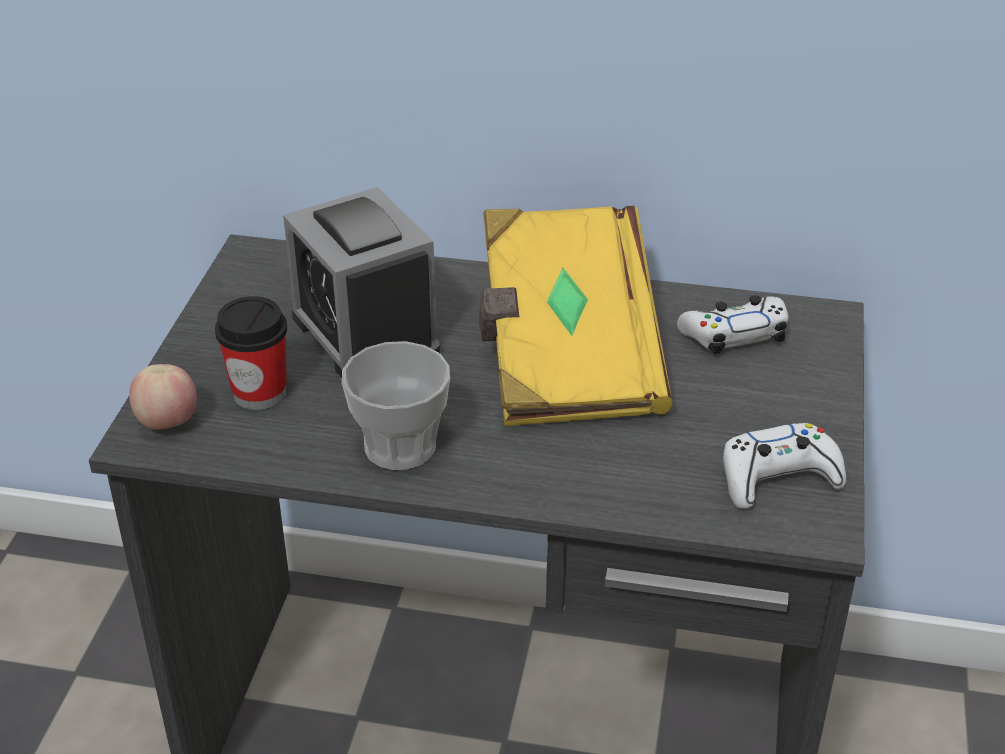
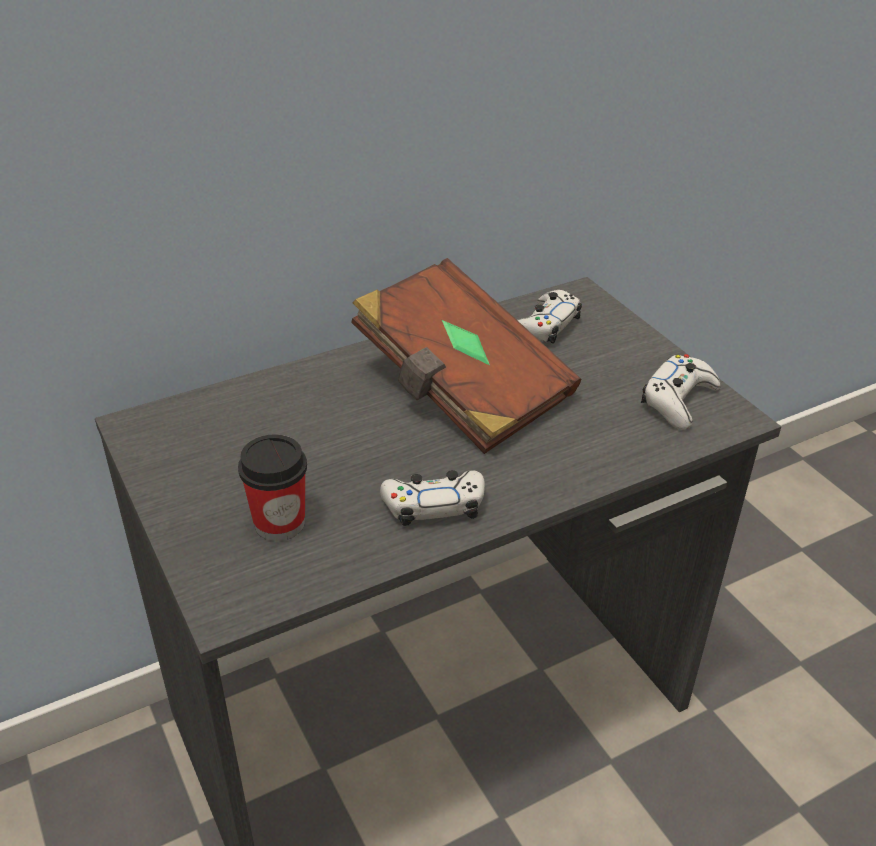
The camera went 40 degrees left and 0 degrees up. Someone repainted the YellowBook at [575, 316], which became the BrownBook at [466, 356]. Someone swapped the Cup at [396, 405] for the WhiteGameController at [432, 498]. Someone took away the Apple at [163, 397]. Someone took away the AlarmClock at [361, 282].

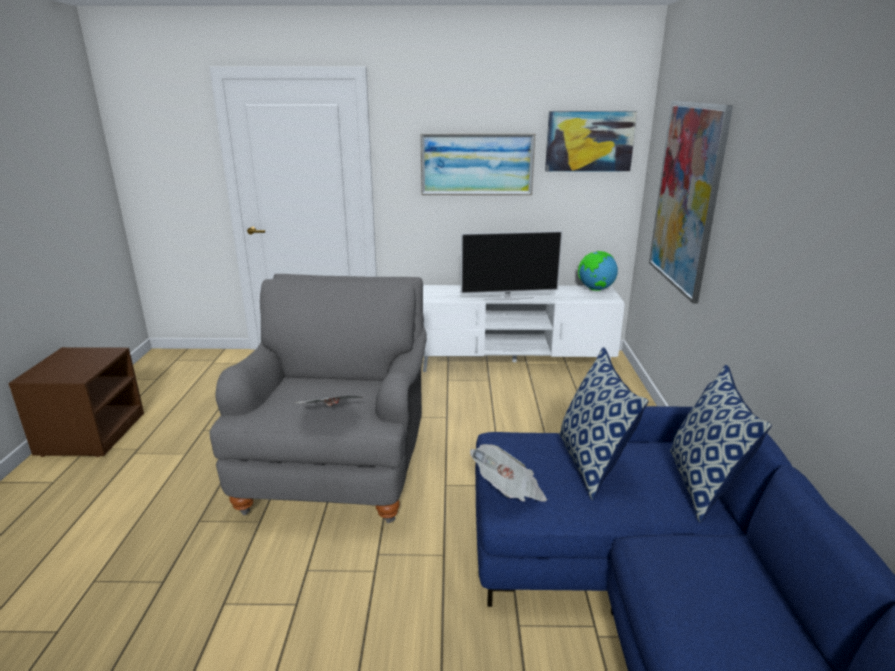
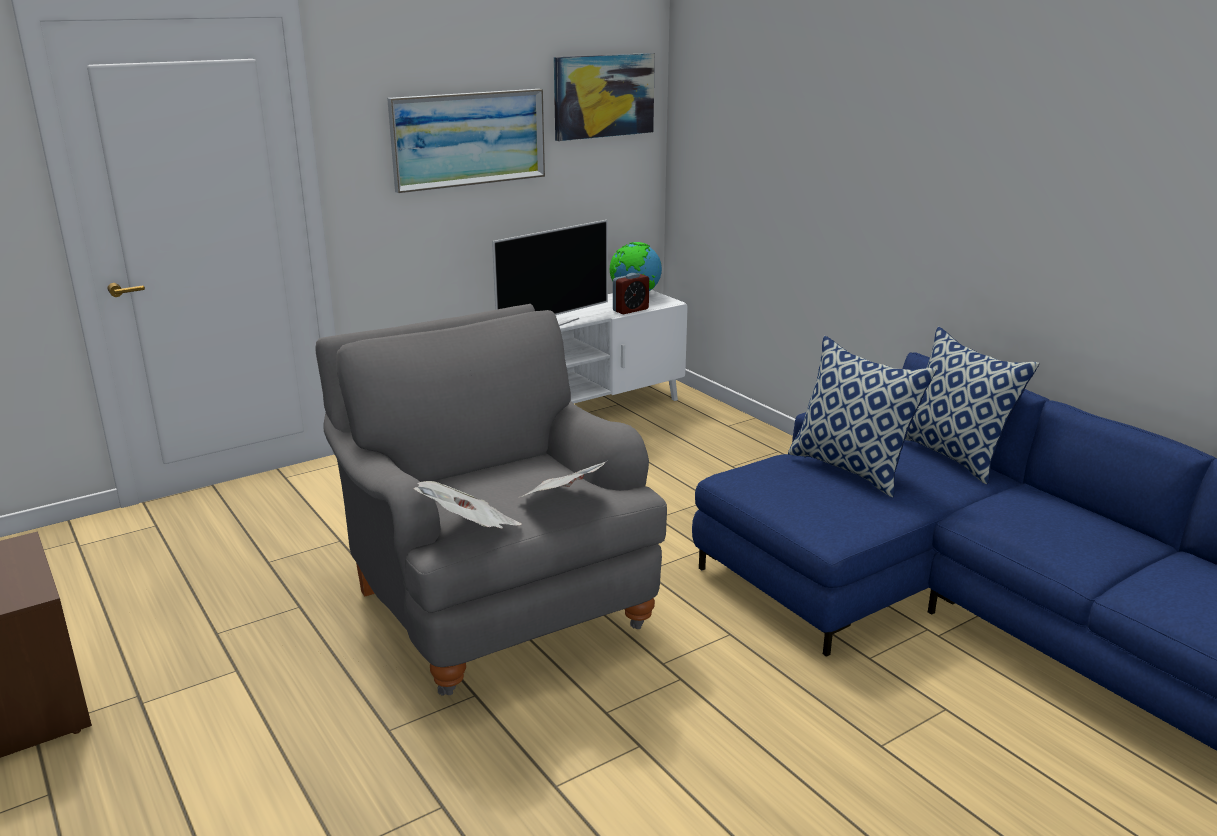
The camera went 35 degrees left and 0 degrees up. Someone carried the Newspaper from [508, 473] to [467, 504]. Someone put down the AlarmClock at [631, 293]. Someone took away the Picture at [691, 202].

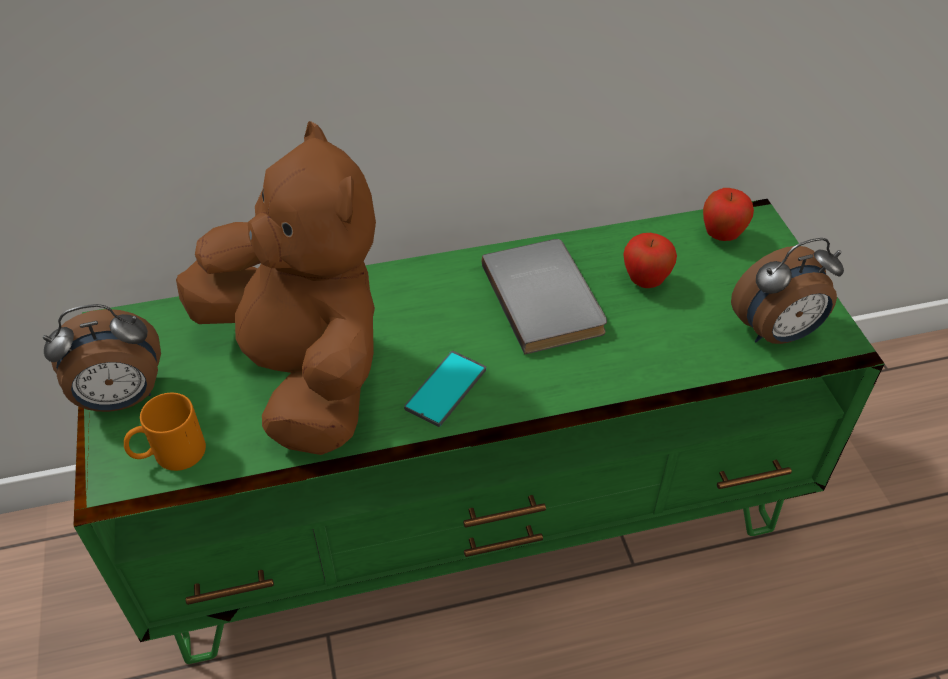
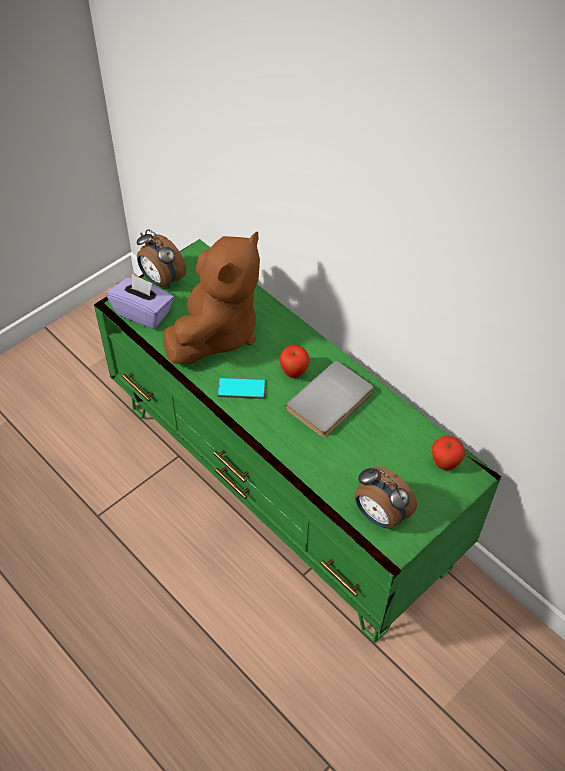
The camera went 60 degrees right and 5 degrees up. Someone swapped the OrangeMug at [165, 432] for the PurpleTissueBox at [140, 301]. Someone carried the Apple from [650, 260] to [295, 361].

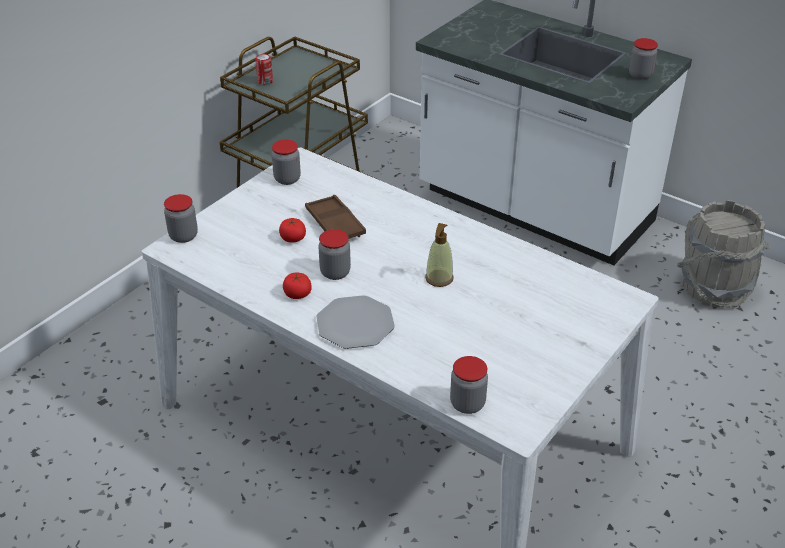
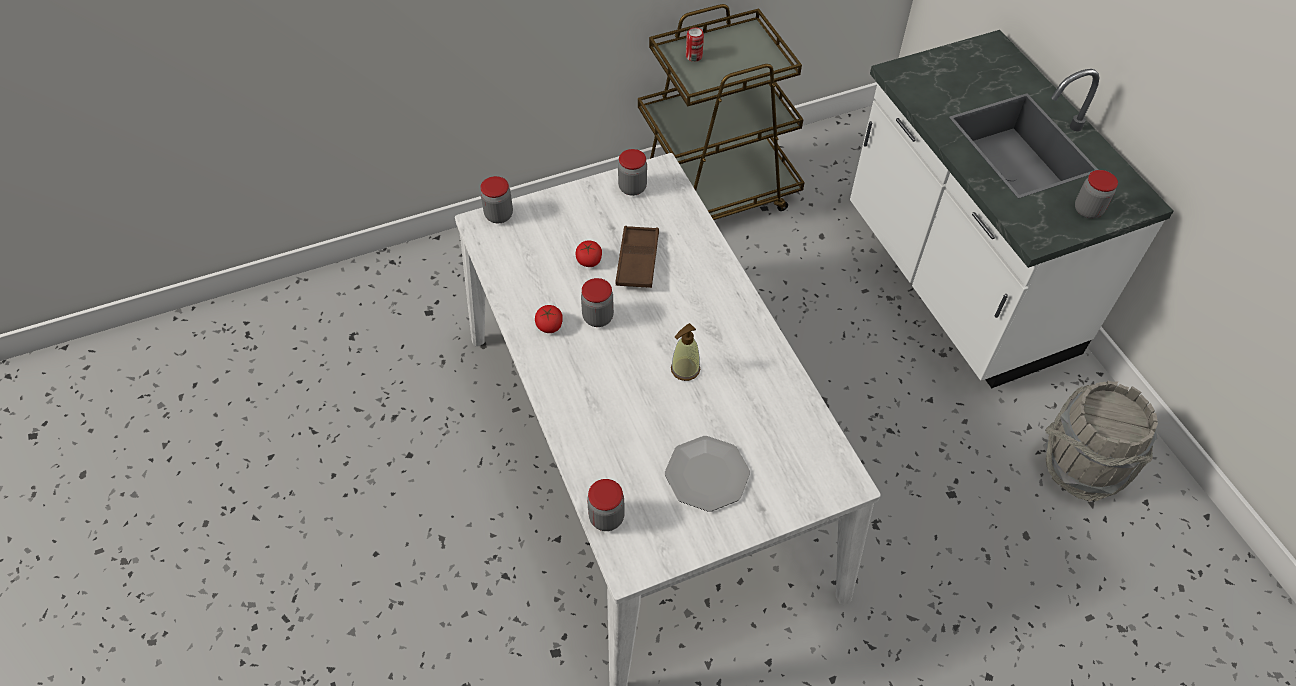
The camera went 30 degrees right and 15 degrees up. Someone carried the Plate from [355, 322] to [707, 474].

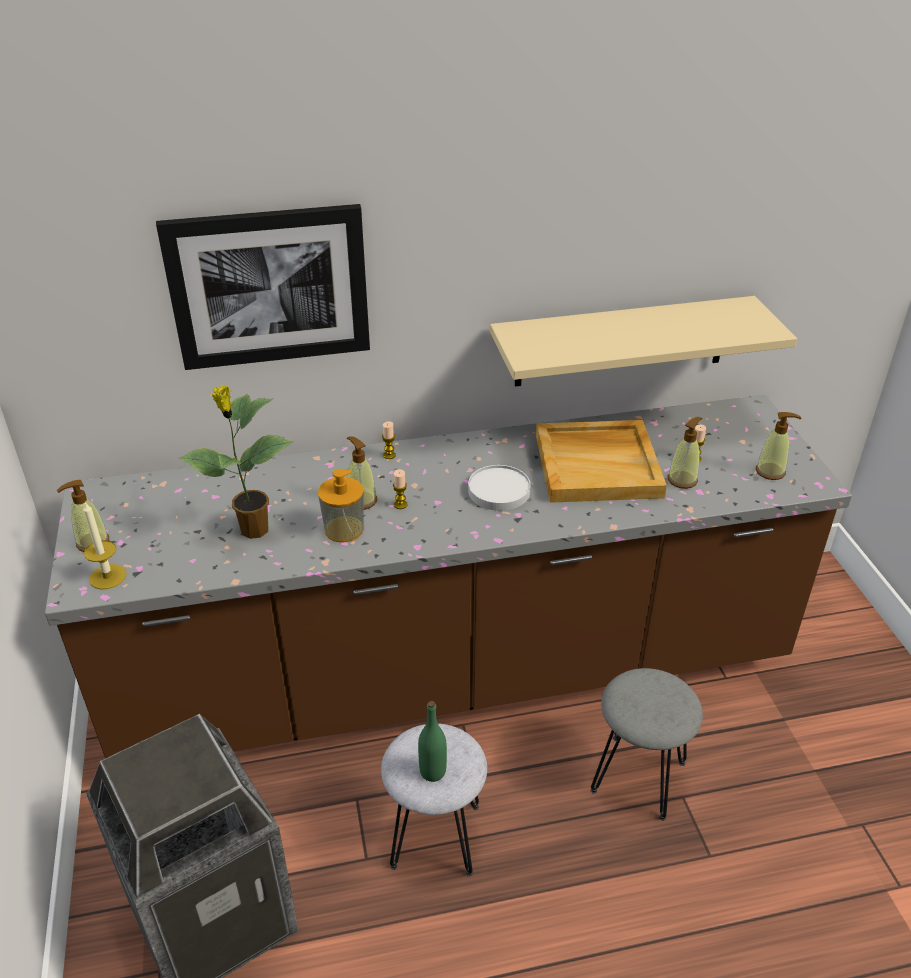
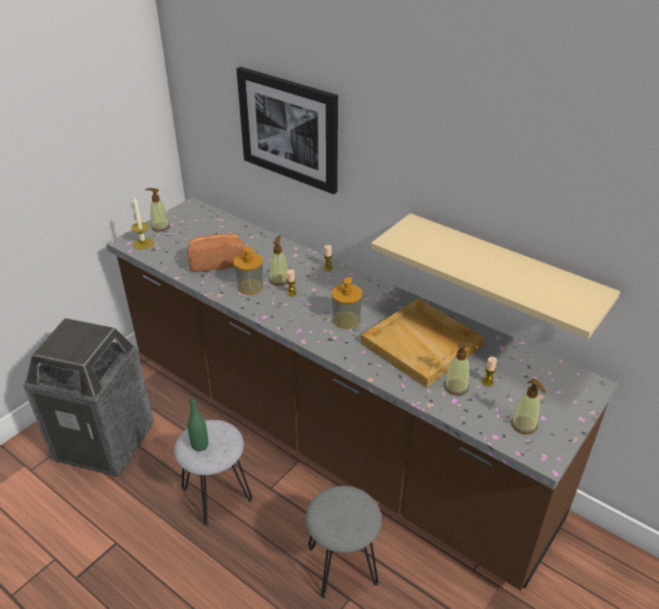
The camera went 50 degrees right and 0 degrees up. Someone swapped the PottedPlant at [236, 462] for the Bread at [216, 252]. Someone swapped the WhitePlate at [499, 488] for the SoapDispenser at [347, 303].

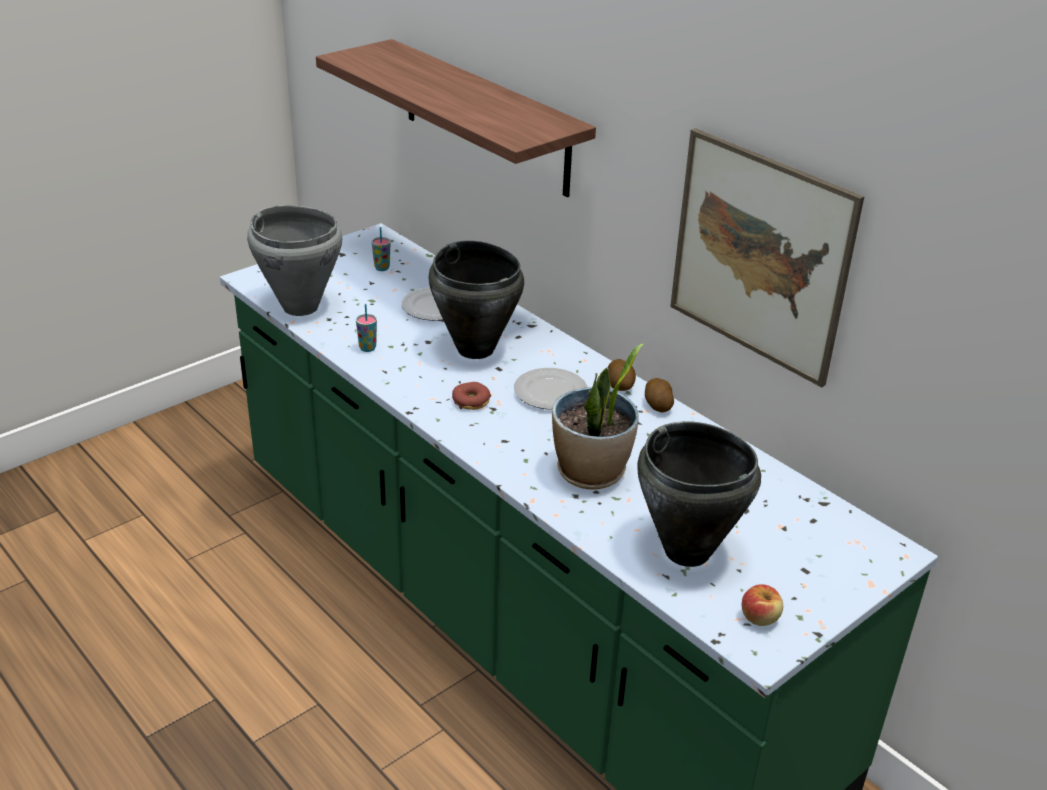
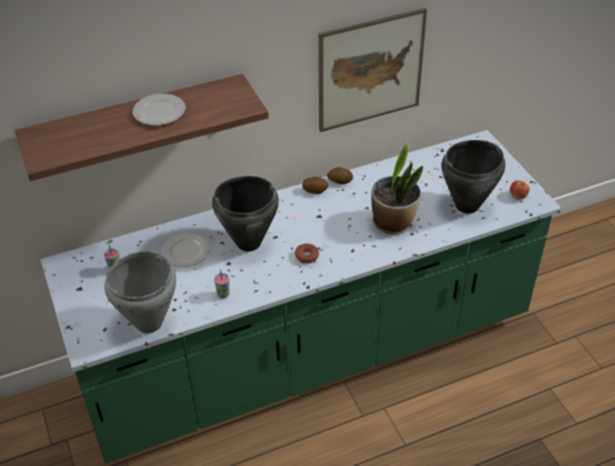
The camera went 70 degrees left and 10 degrees up. Someone carried the Plate from [551, 389] to [159, 110].

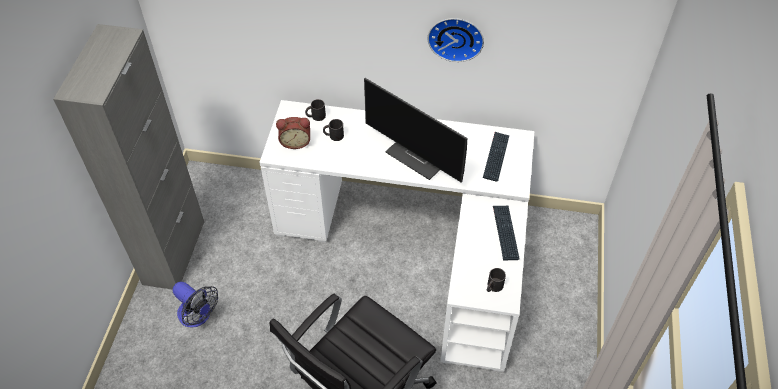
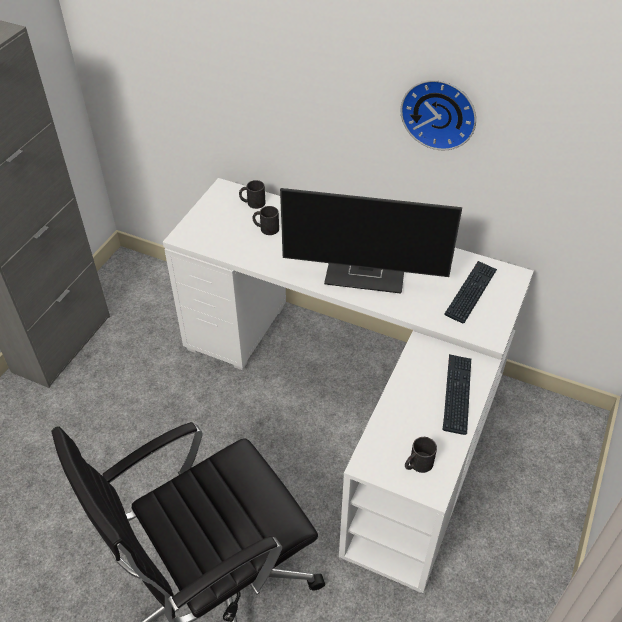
The camera went 15 degrees right and 5 degrees down. Someone rotated the Monitor at [415, 130] by 45 degrees counterclockwise. Someone took away the Fan at [195, 305]. Someone took away the AlarmClock at [293, 133].

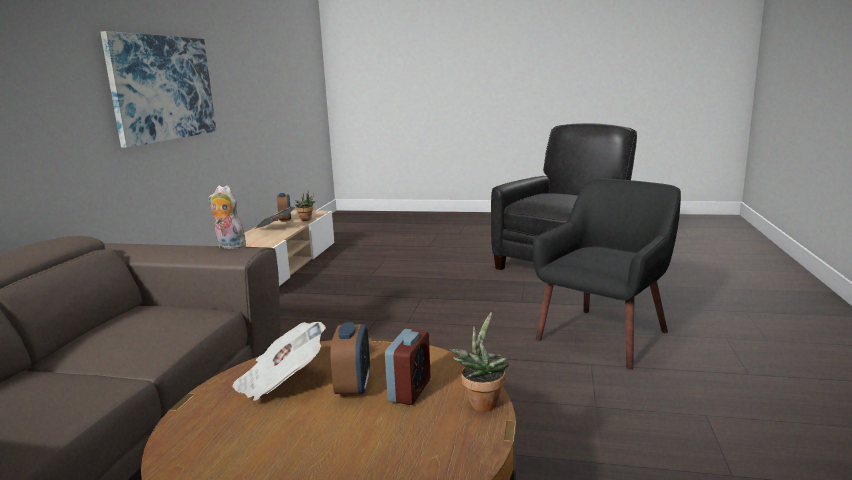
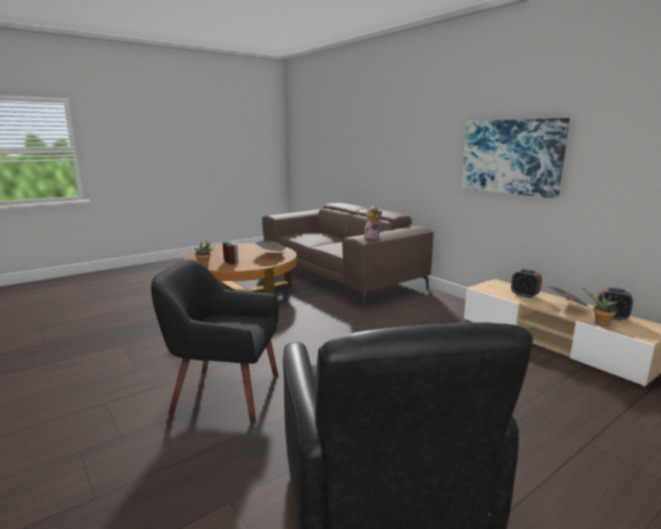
The camera went 130 degrees right and 0 degrees up. Someone rotated the BlackArmchair at [606, 273] by 105 degrees clockwise. Someone carried the AlarmClock from [350, 359] to [526, 283].

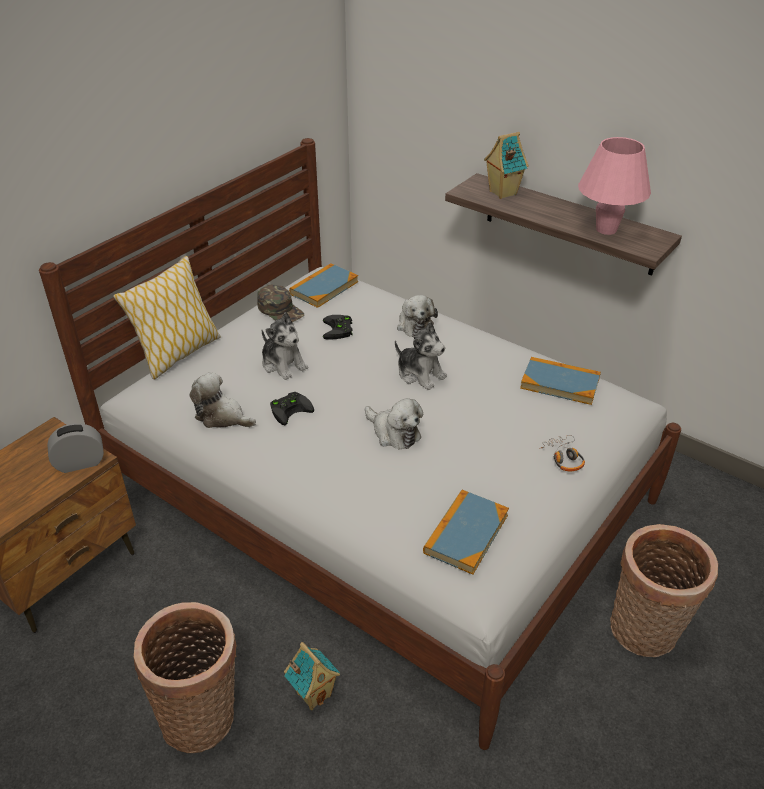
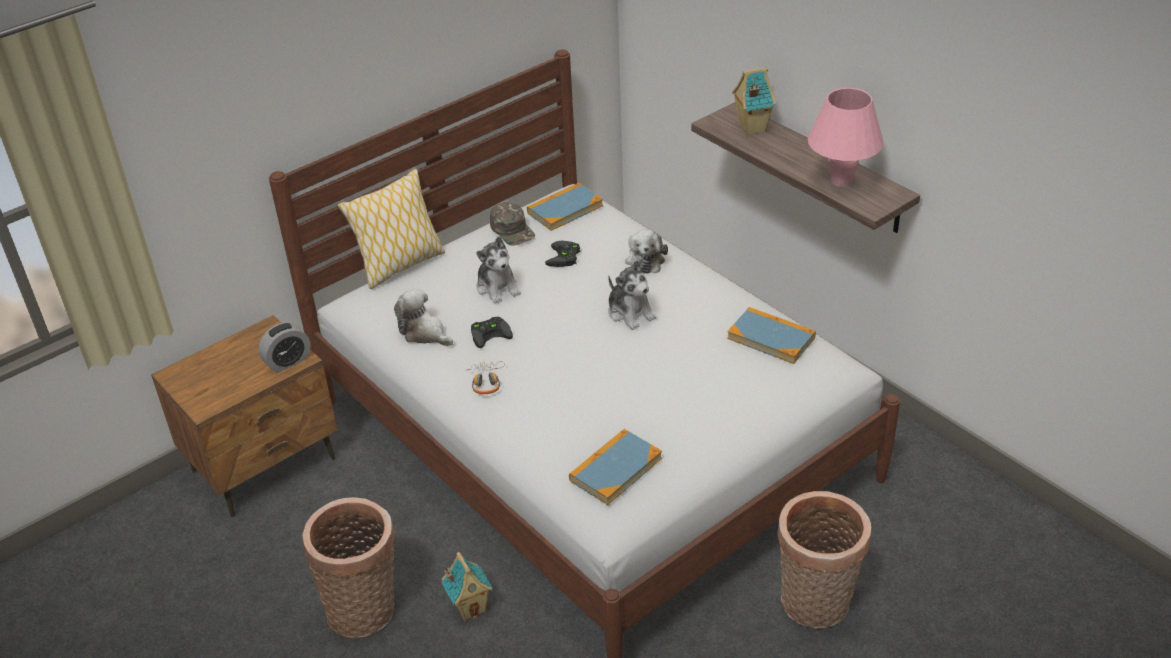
The camera went 15 degrees right and 0 degrees up. Someone rotated the AlarmClock at [75, 448] by 150 degrees clockwise. Someone carried the Headphones from [562, 453] to [486, 377]. Someone took away the PlushToy at [394, 423].

